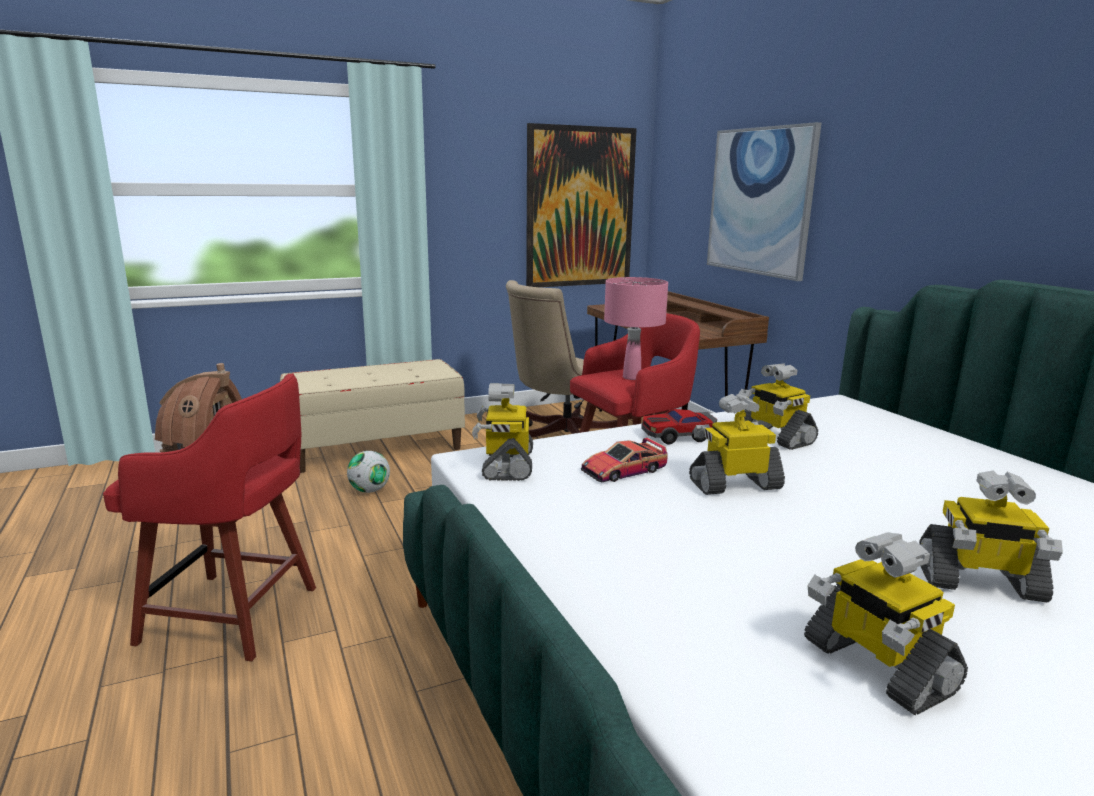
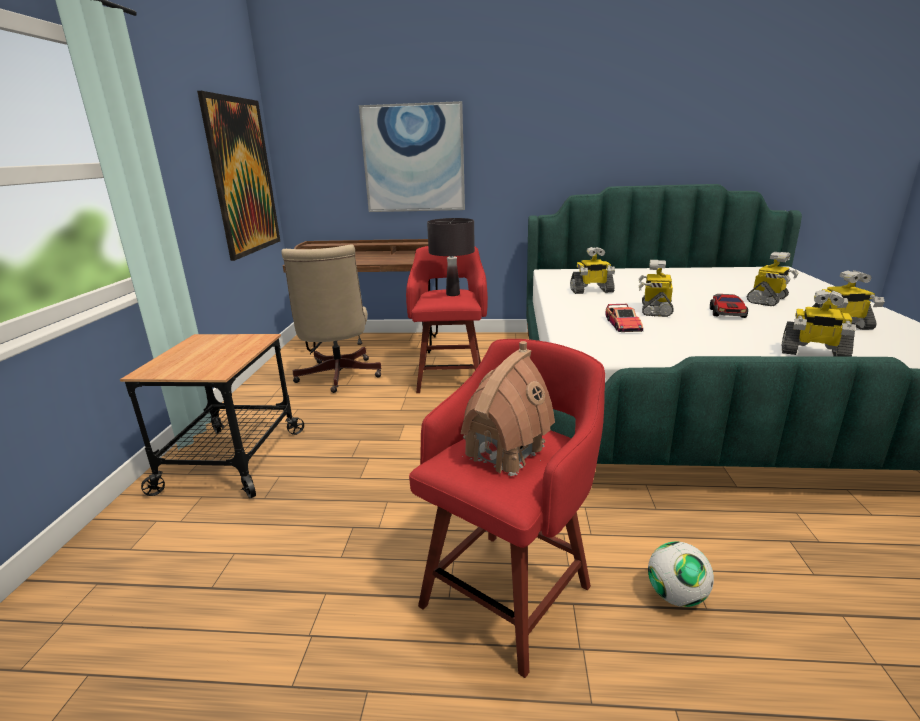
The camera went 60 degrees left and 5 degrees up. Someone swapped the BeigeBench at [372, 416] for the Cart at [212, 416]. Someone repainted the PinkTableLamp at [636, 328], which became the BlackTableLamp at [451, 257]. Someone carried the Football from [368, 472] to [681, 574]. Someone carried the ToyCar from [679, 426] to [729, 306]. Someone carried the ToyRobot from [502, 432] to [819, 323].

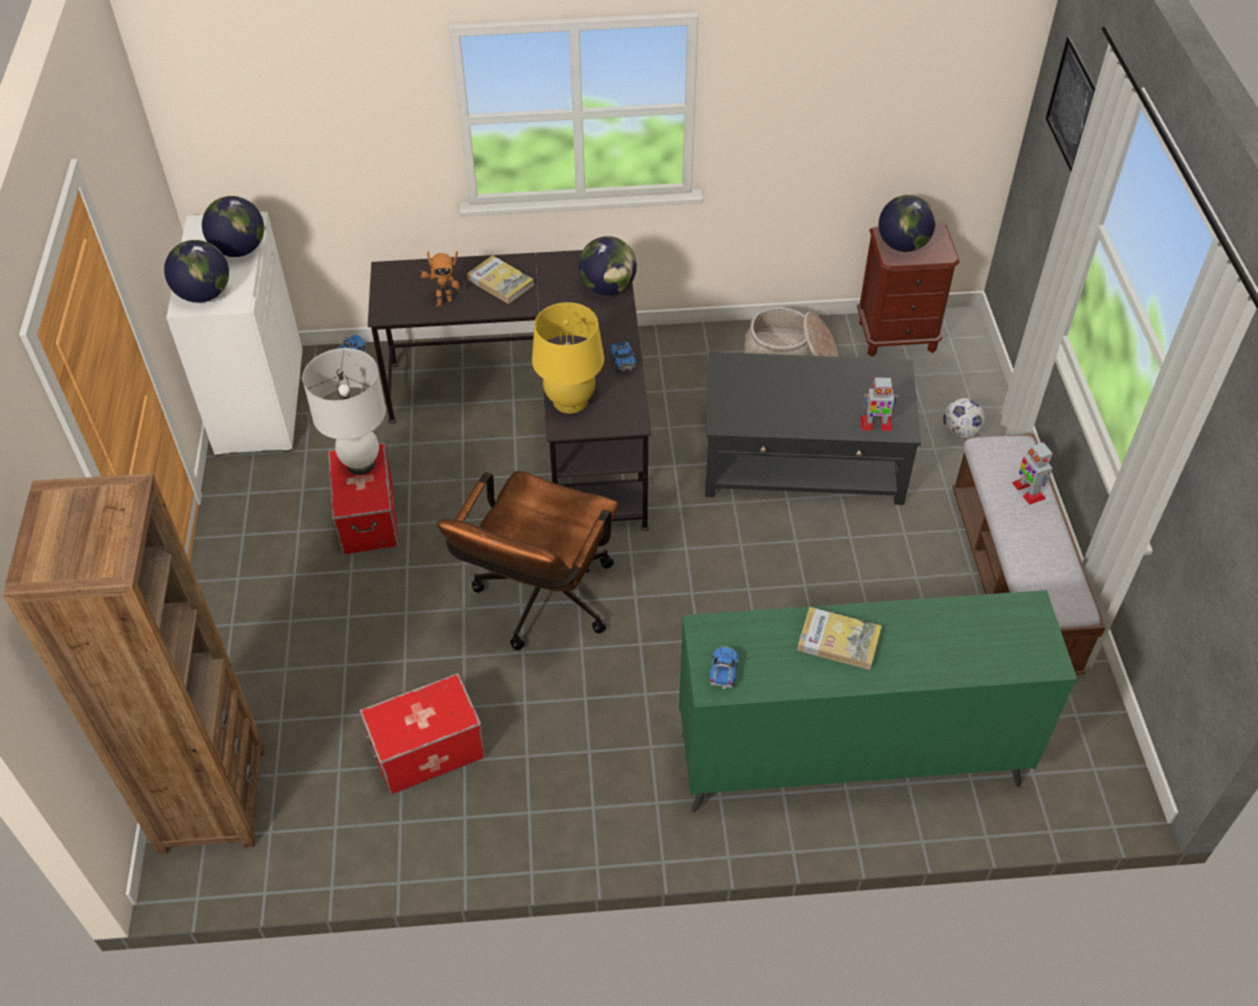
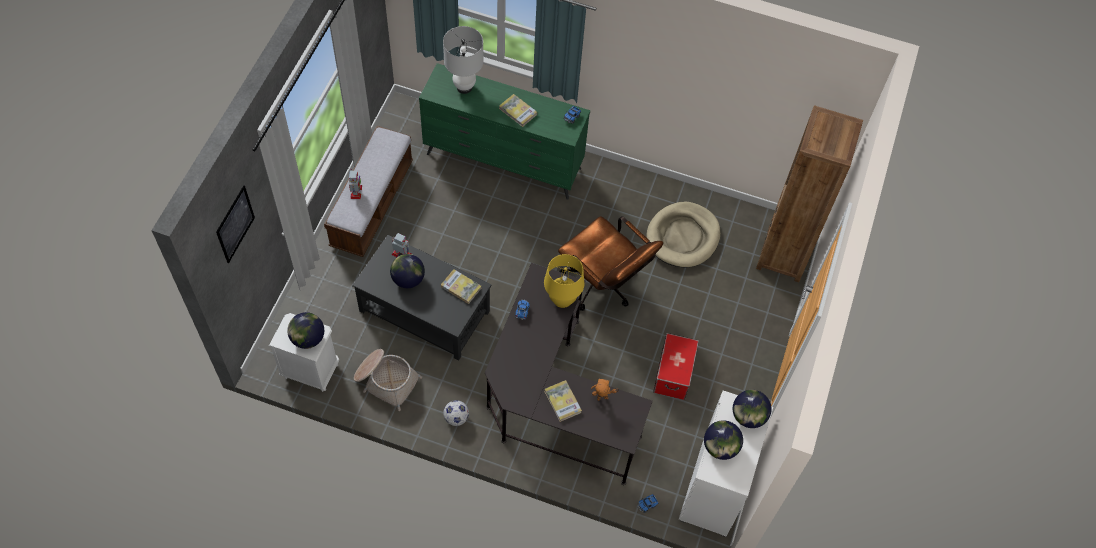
The camera went 160 degrees left and 10 degrees up. Someone repainted the BrownNightstand at [908, 290], which became the WhiteNightstand at [304, 352]. Someone carried the Globe from [608, 265] to [407, 271]. Someone put down the Book at [461, 286]. Someone carried the WhiteTableLamp from [344, 411] to [463, 60]. Someone carried the Football from [964, 418] to [456, 413]. Someone rotated the BrownOfficeChair at [527, 560] by 90 degrees clockwise. Someone swapped the StorageBox at [423, 734] for the BeigeDogBed at [683, 234].

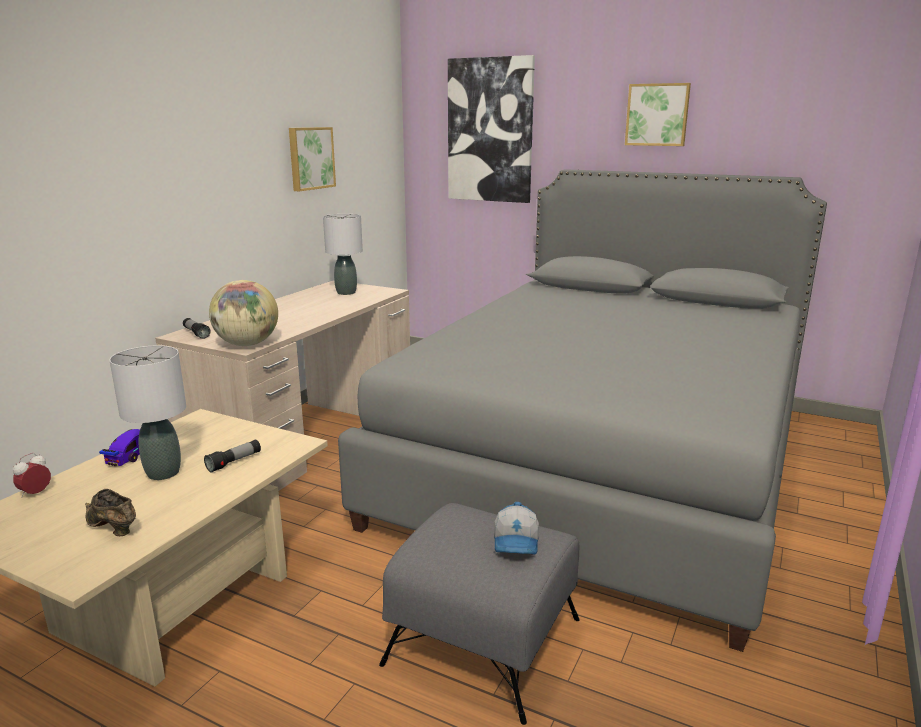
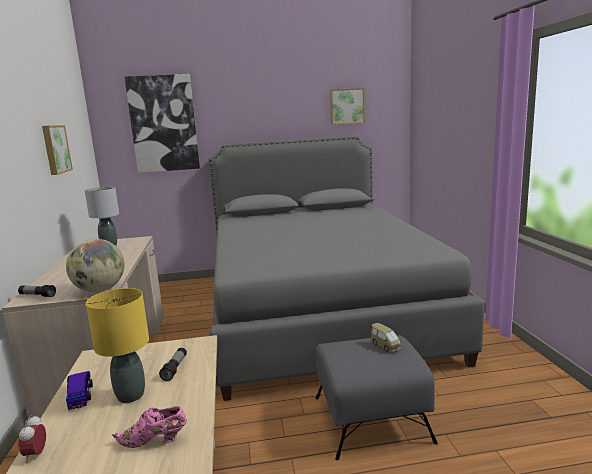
The camera went 35 degrees left and 5 degrees down. Someone repainted the GreyTableLamp at [147, 412], which became the YellowTableLamp at [117, 345]. Someone repainted the BrownShoe at [110, 512], which became the PinkShoe at [149, 427]. Someone carried the Picture from [658, 114] to [347, 106]. Someone swapped the Cap at [516, 528] for the ToyCar at [386, 337].

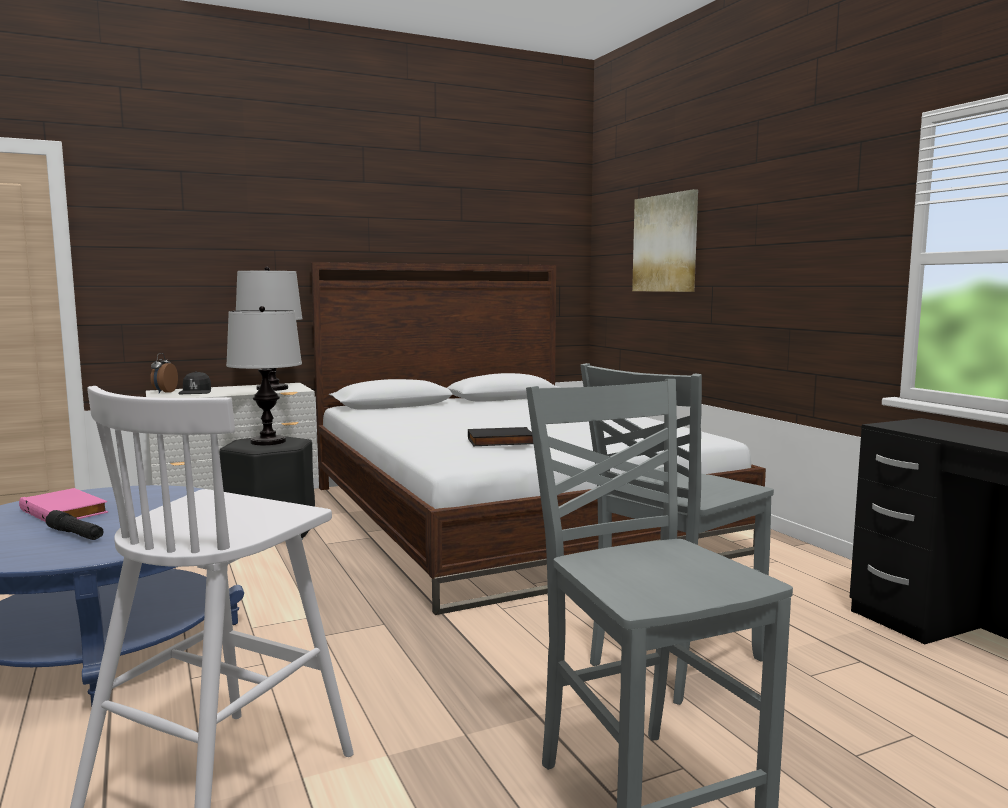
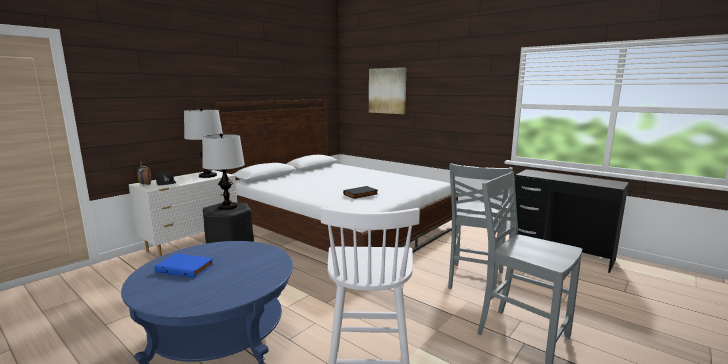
The camera went 25 degrees left and 5 degrees up. Someone repainted the PinkBook at [63, 505], which became the BlueBook at [184, 265]. Someone took away the BlackFlashlight at [74, 525].

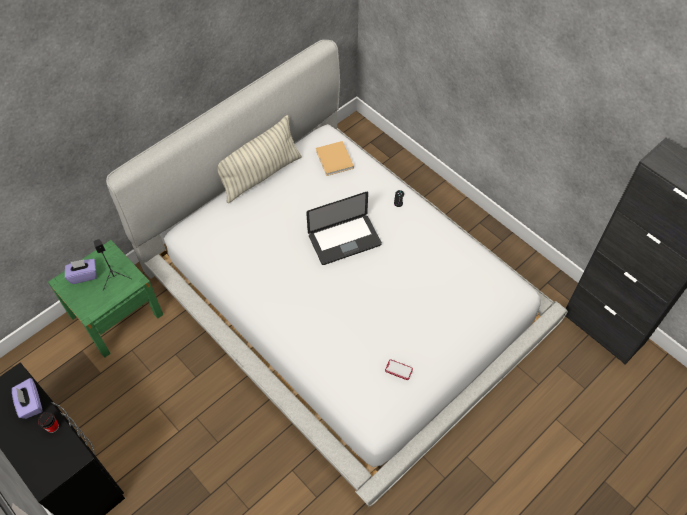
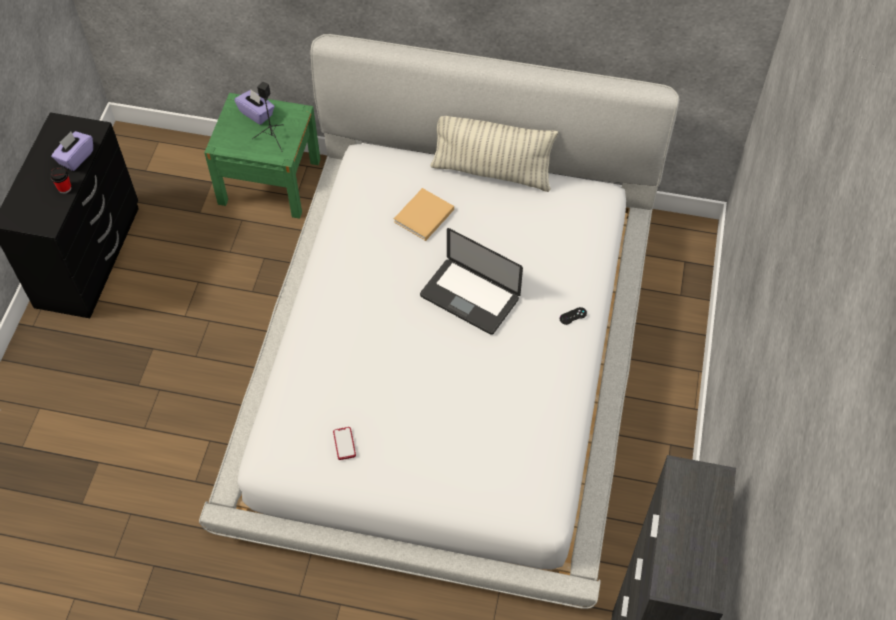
The camera went 55 degrees right and 0 degrees up. Someone carried the BeigeBook from [335, 158] to [424, 214].

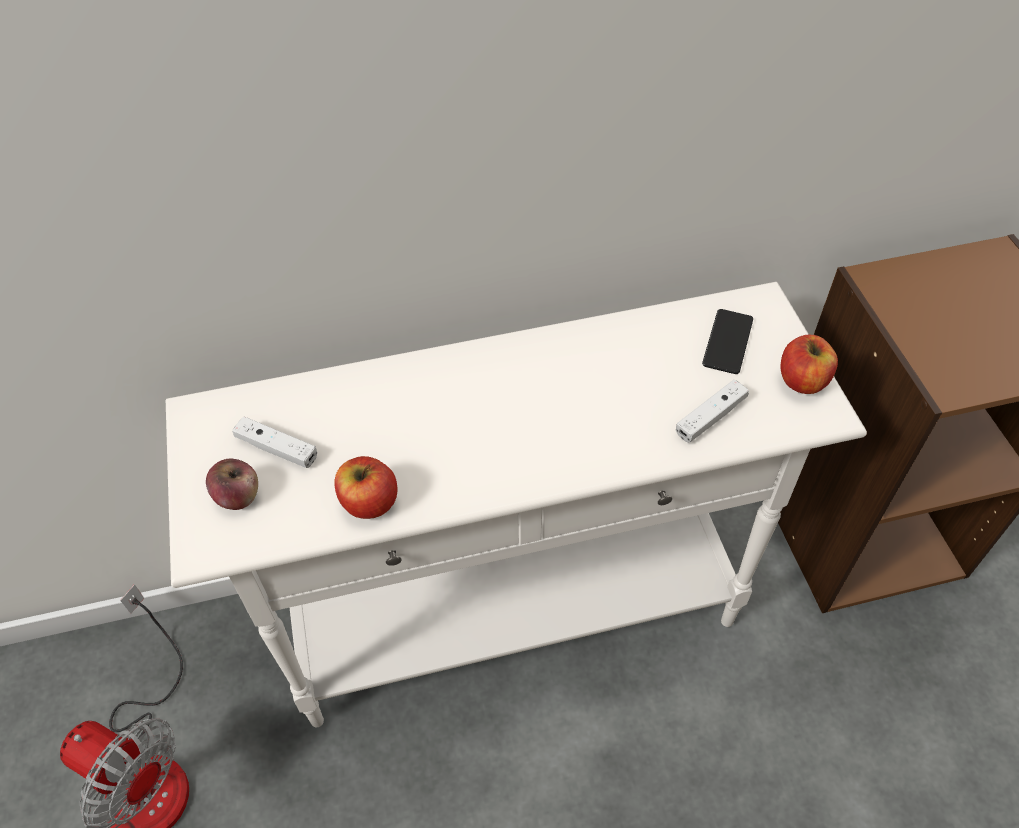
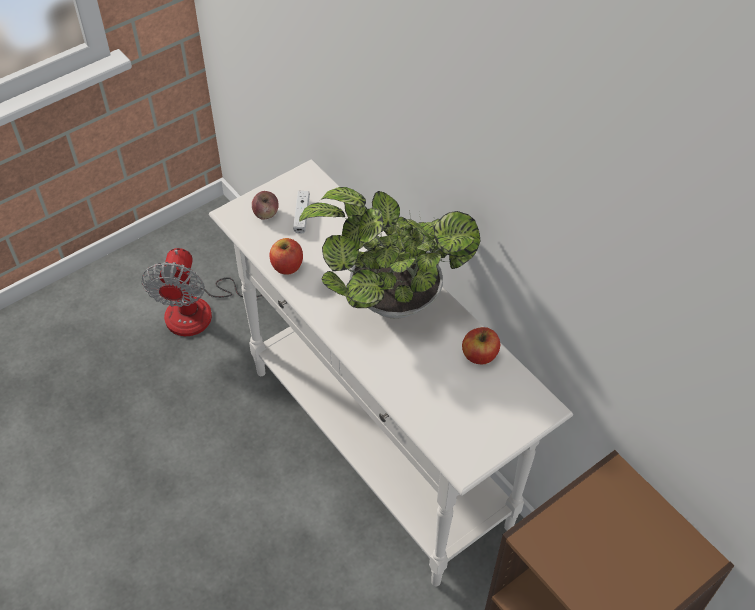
The camera went 65 degrees right and 0 degrees up. Someone put down the PottedPlant at [390, 253]. Someone carried the Apple from [809, 364] to [481, 345]. Someone took away the WhiteGameController at [712, 411]. Someone took away the Phone at [727, 341].

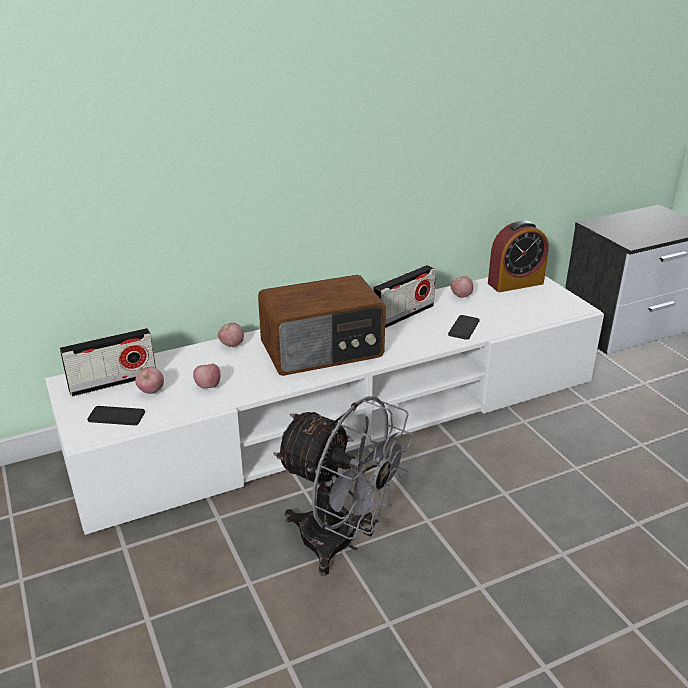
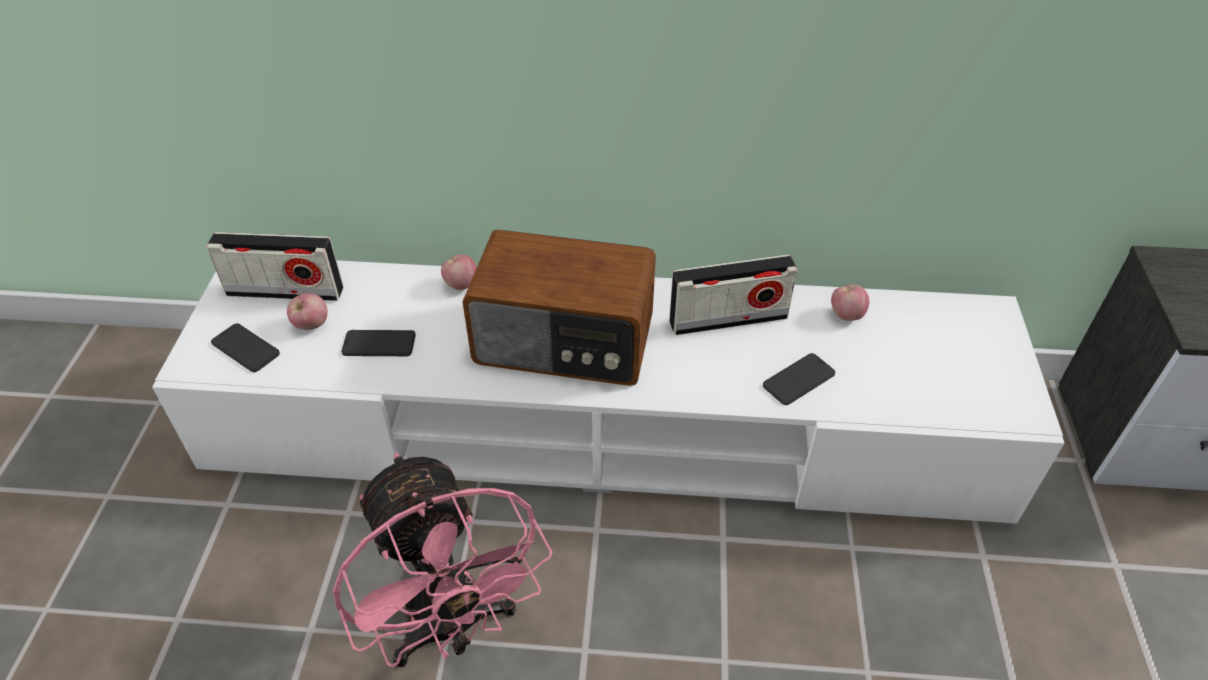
The camera went 30 degrees right and 15 degrees up. Someone repainted the GreyFan at [343, 486], which became the PinkFan at [442, 560]. Someone swapped the Apple at [207, 376] for the Phone at [378, 343]. Someone took away the AlarmClock at [518, 256].

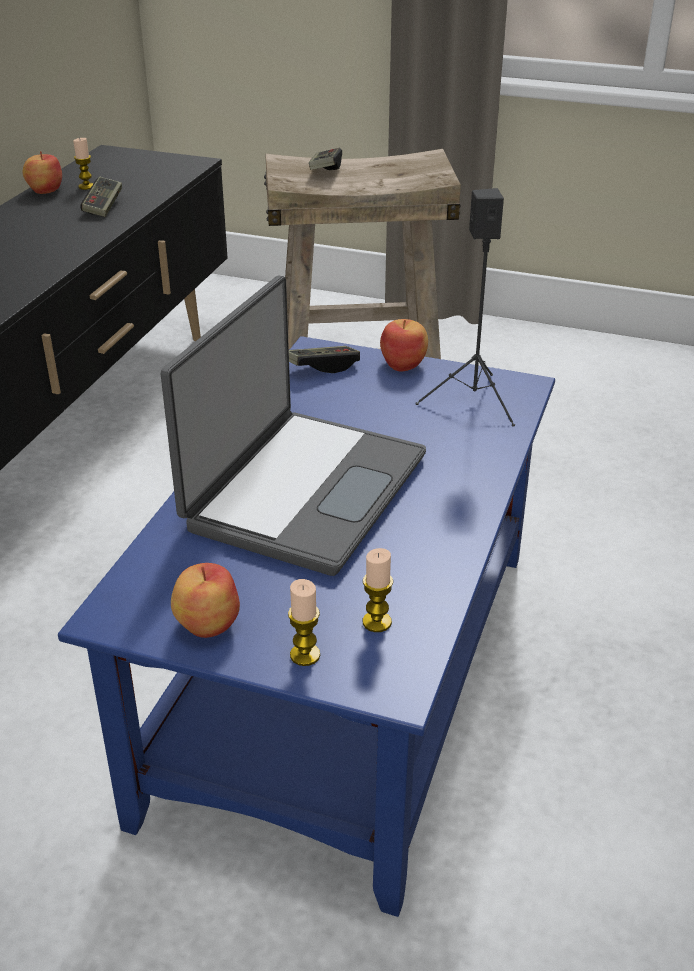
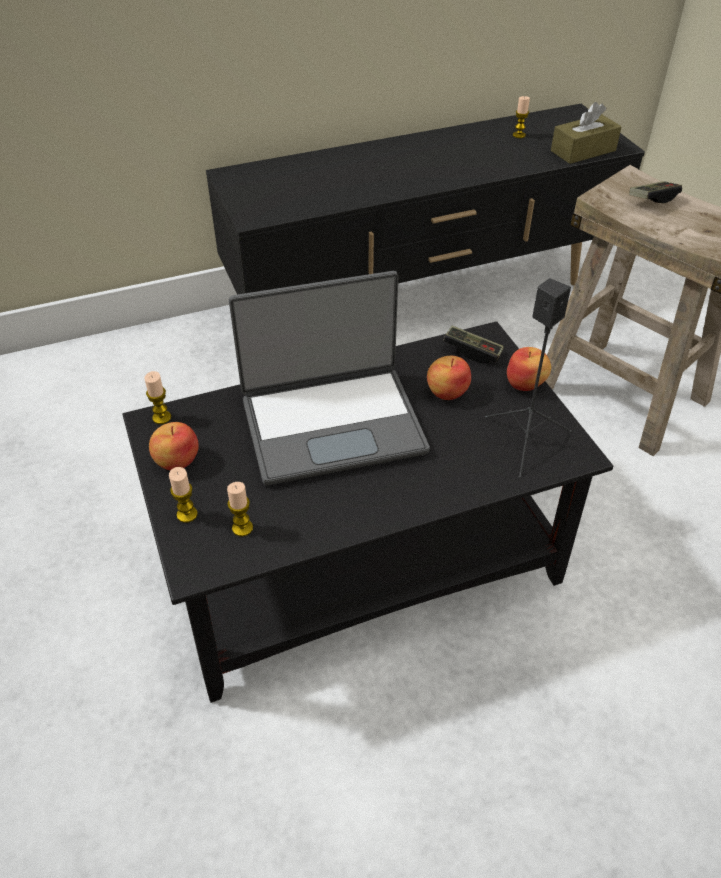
The camera went 50 degrees right and 10 degrees up. Someone repainted the BlueCoffeeTable at [306, 626], which became the BlackCoffeeTable at [368, 512]. Someone put down the Candle at [157, 397]. Someone carried the Apple from [42, 172] to [449, 378]. Someone put down the BrownTissueBox at [586, 133]. Someone took away the GameController at [101, 197].

